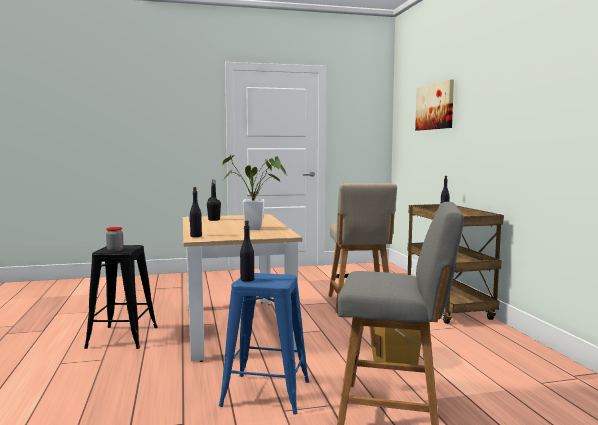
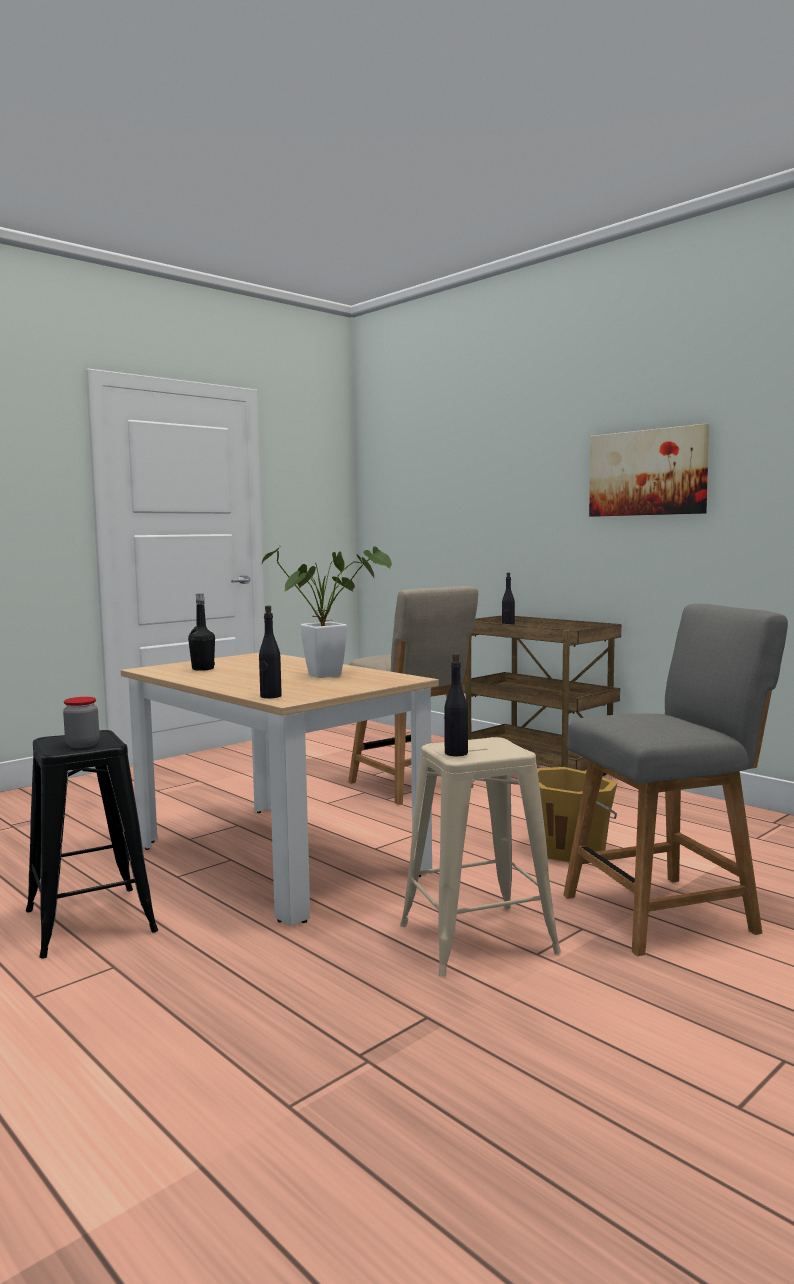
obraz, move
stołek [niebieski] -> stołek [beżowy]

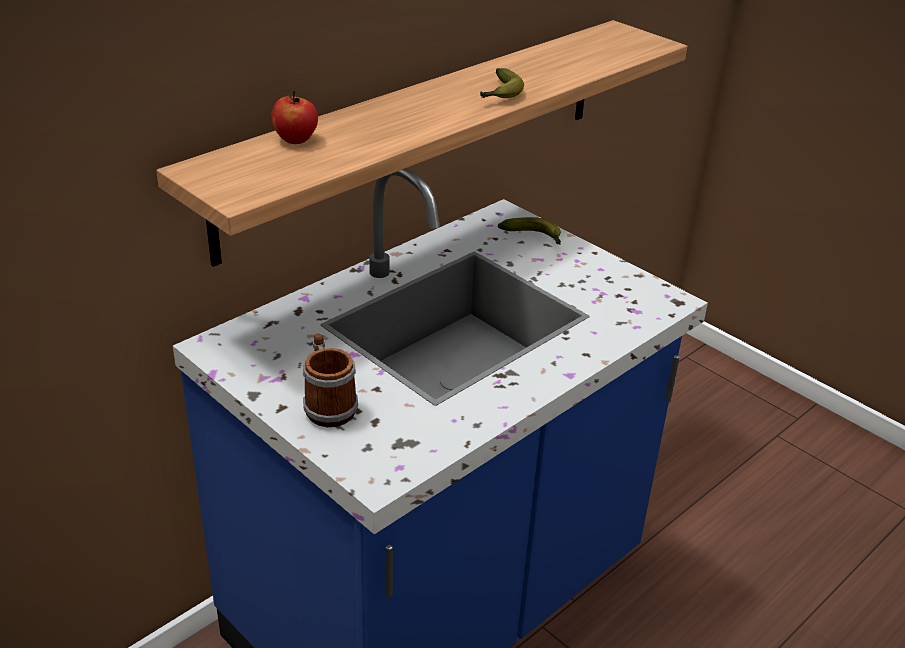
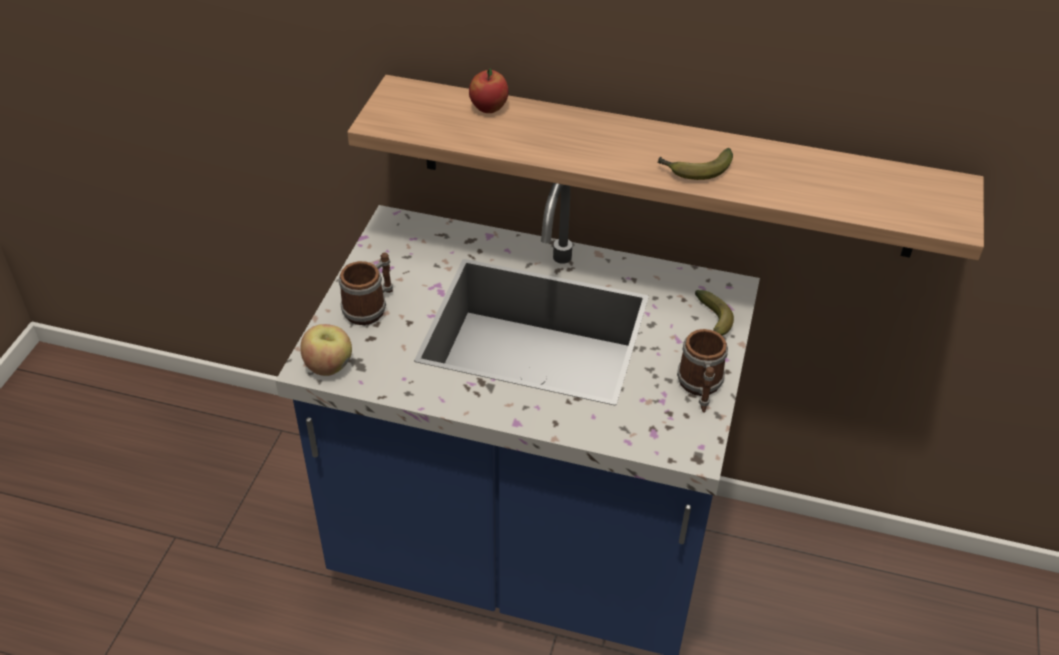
none -> jabłko (1st from left)
none -> kubek (2nd from left)

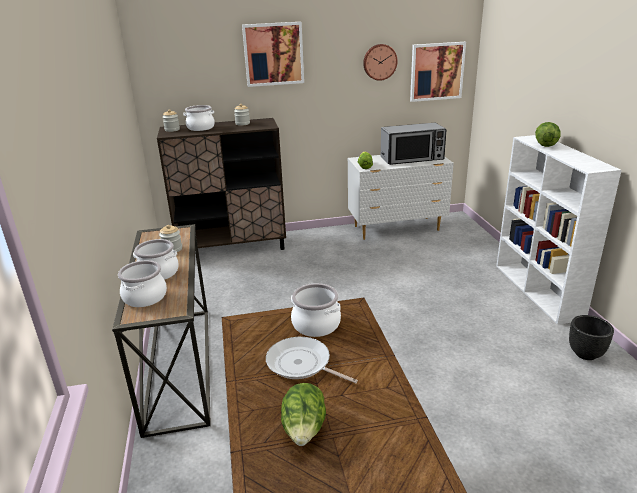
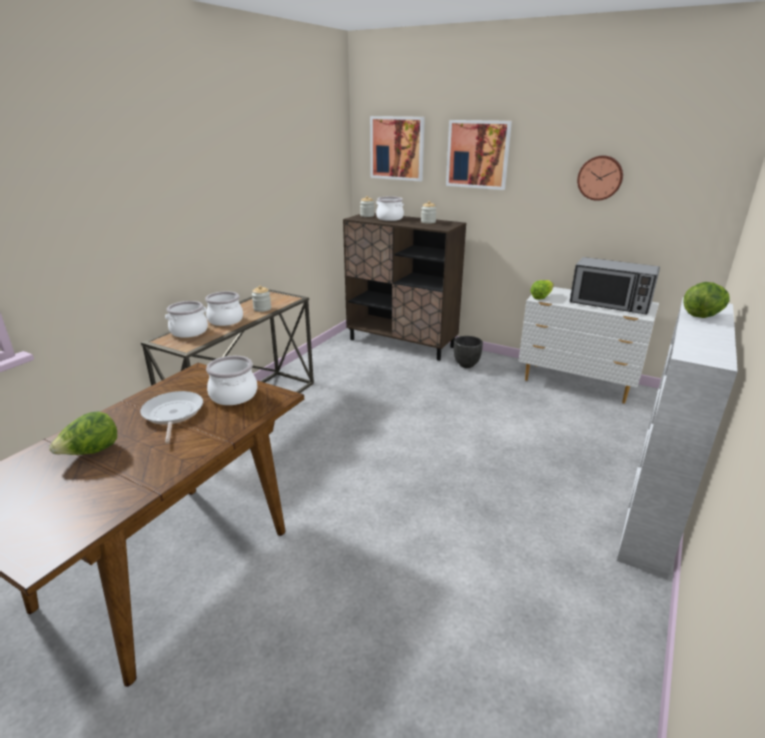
obraz (2nd from left in the first image) -> obraz (1st from left), move
donica [czarny], move

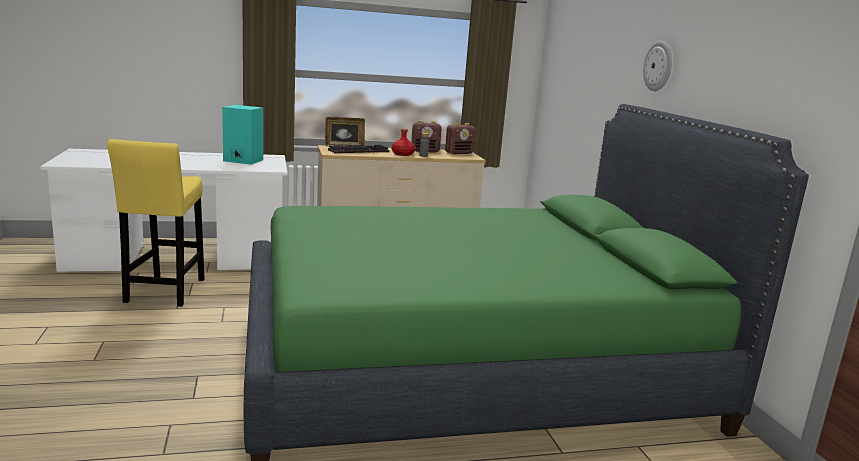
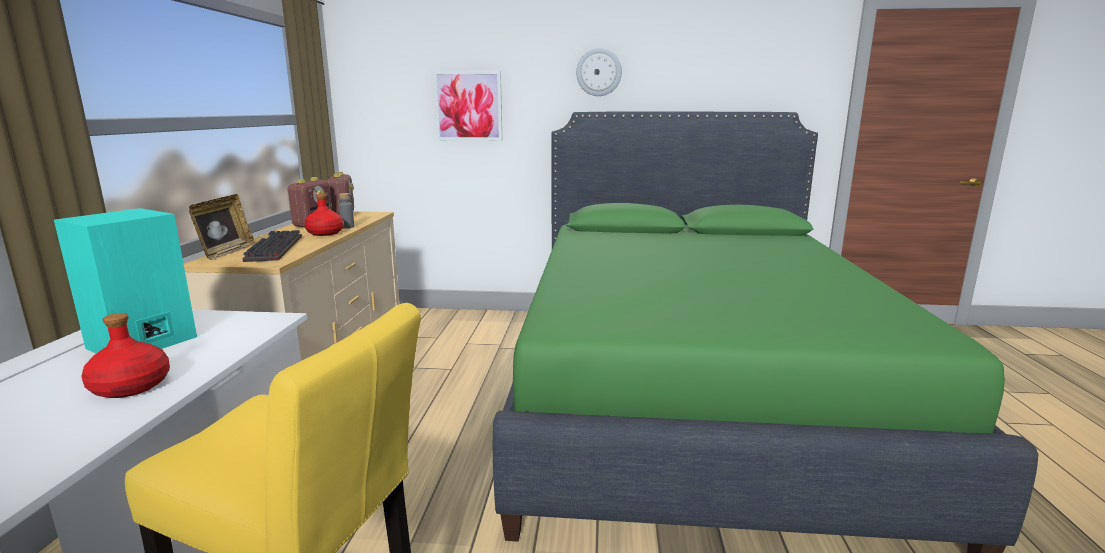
none -> butelka [czerwony] (1st from left)
none -> obraz

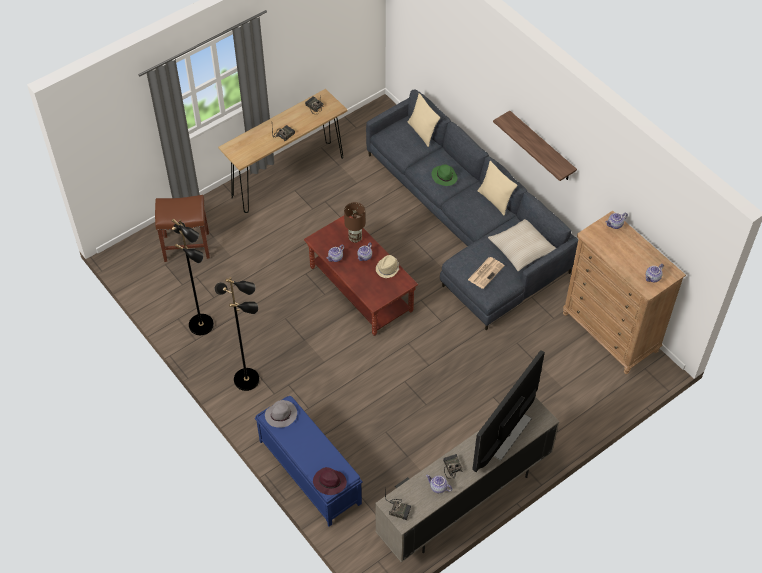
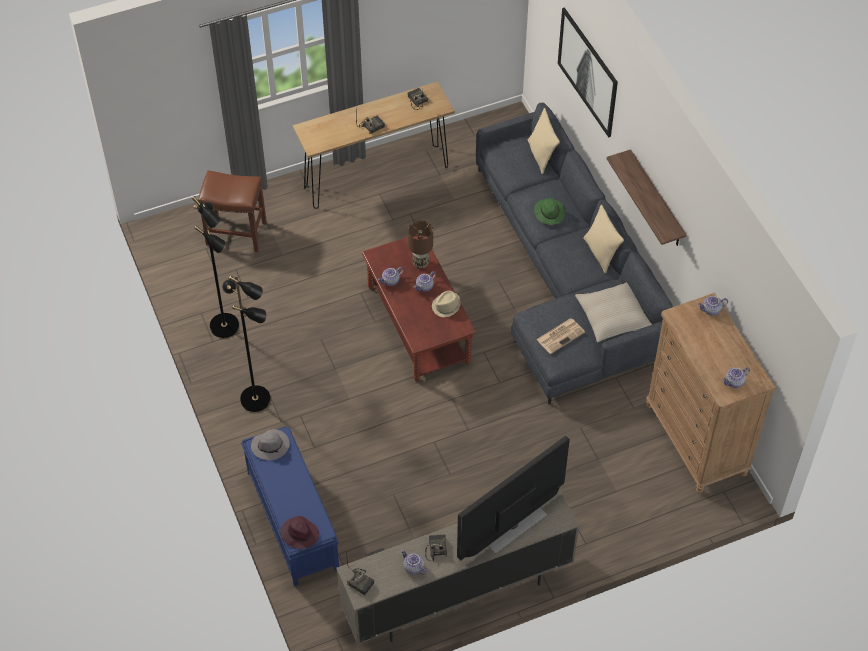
none -> obraz

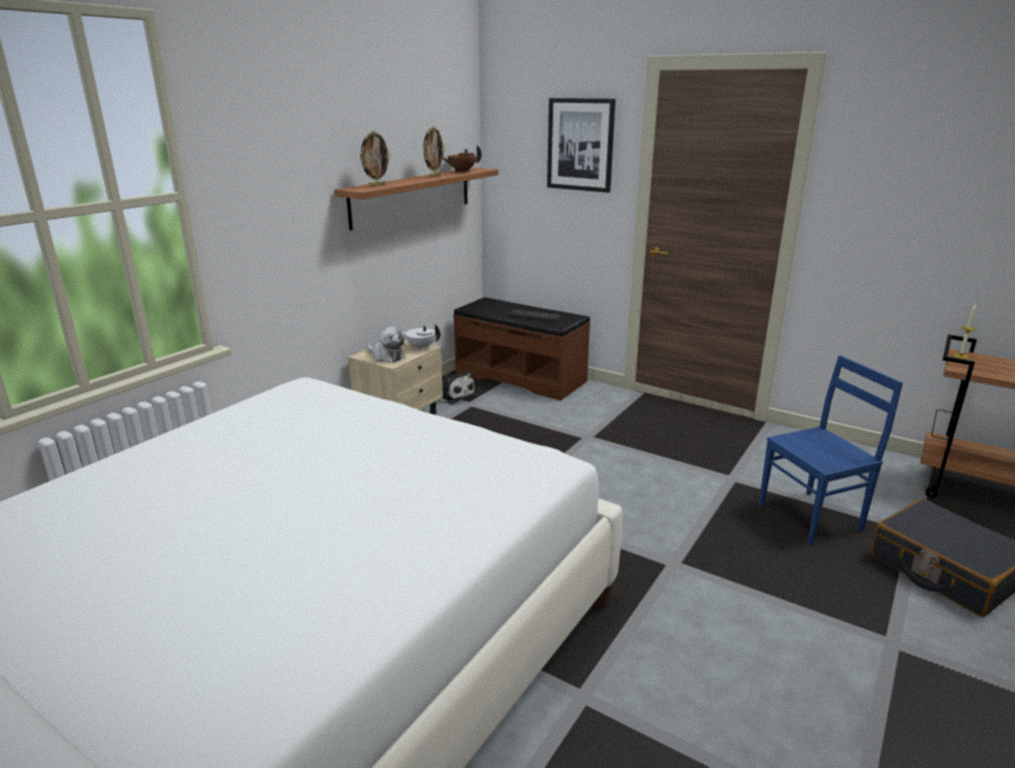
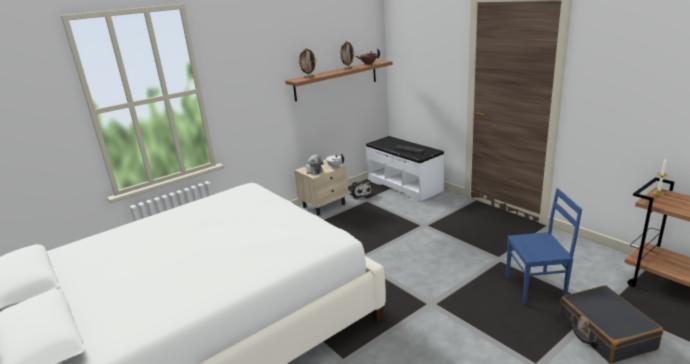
obraz -> none
ławka [brązowy] -> ławka [biały]

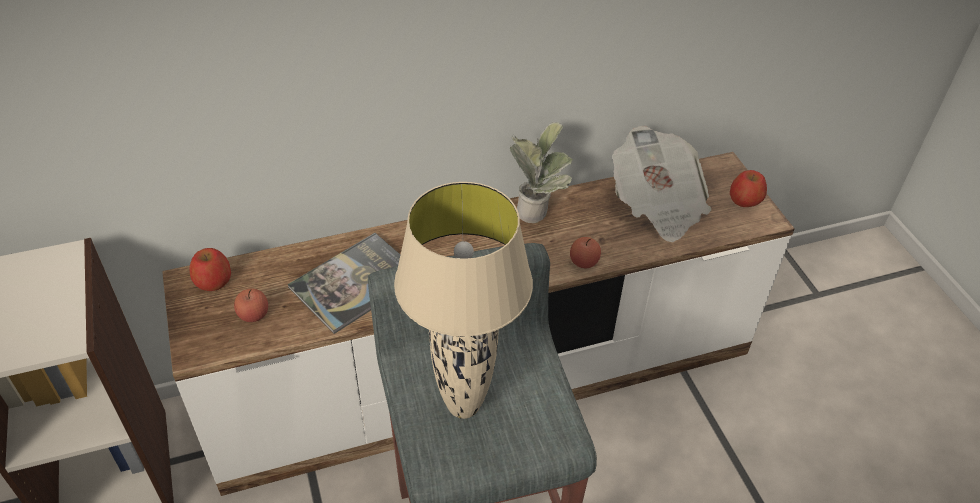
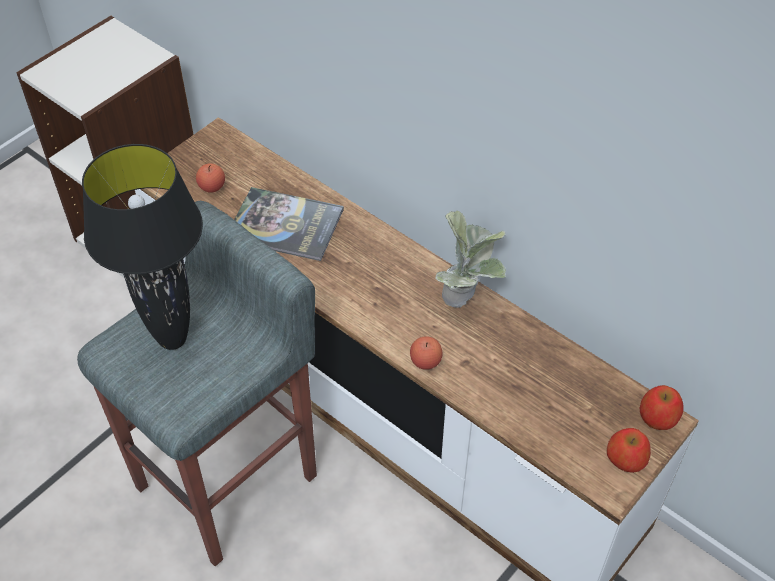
gazeta -> none
jabłko (1st from left in the first image) -> jabłko (4th from left), move
lampa stołowa [beżowy] -> lampa stołowa [czarny]

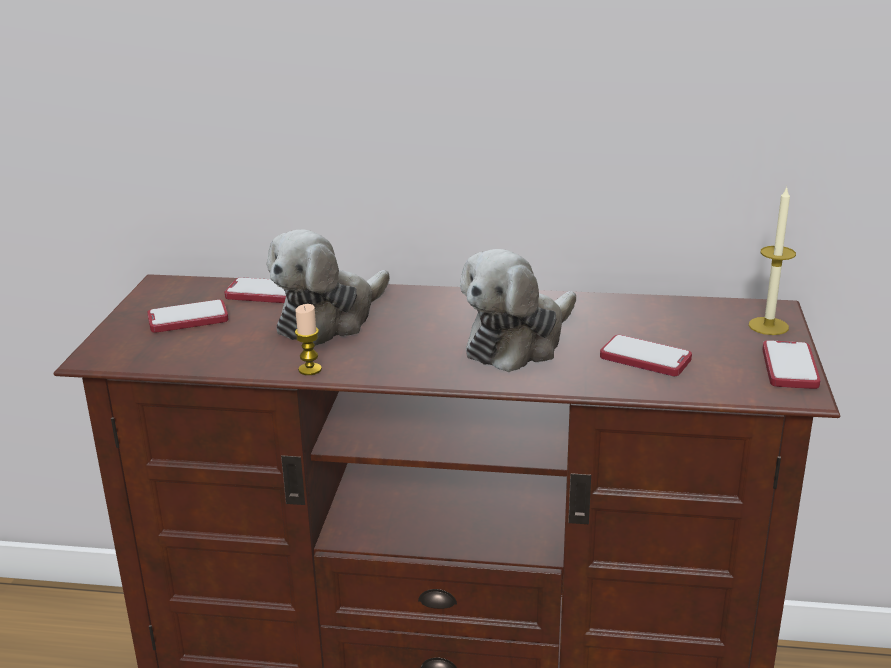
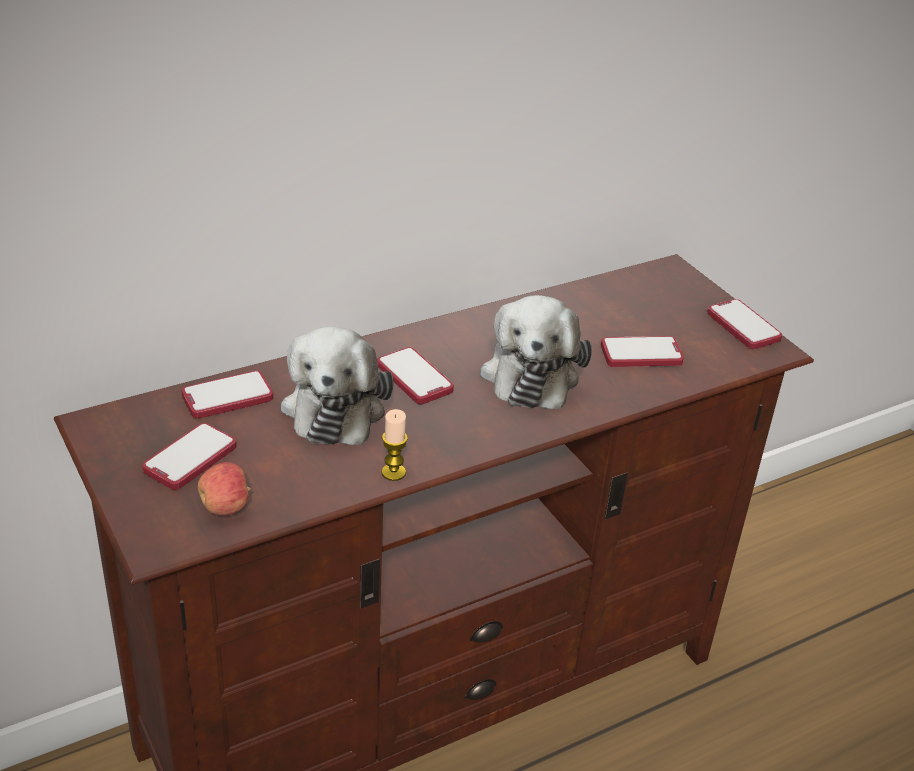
świeca (2nd from left) -> none
none -> jabłko
none -> telefon (3rd from left)

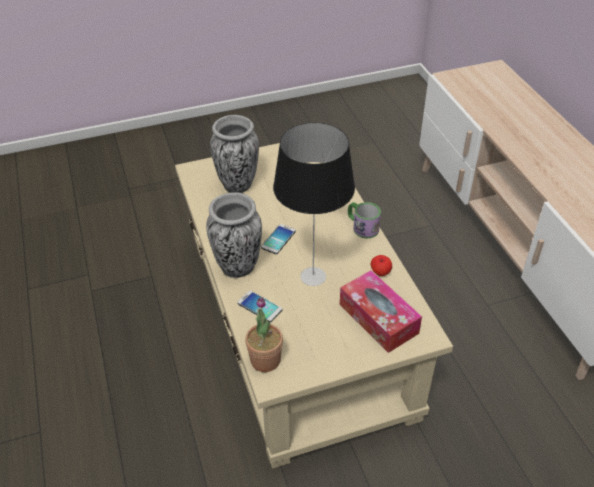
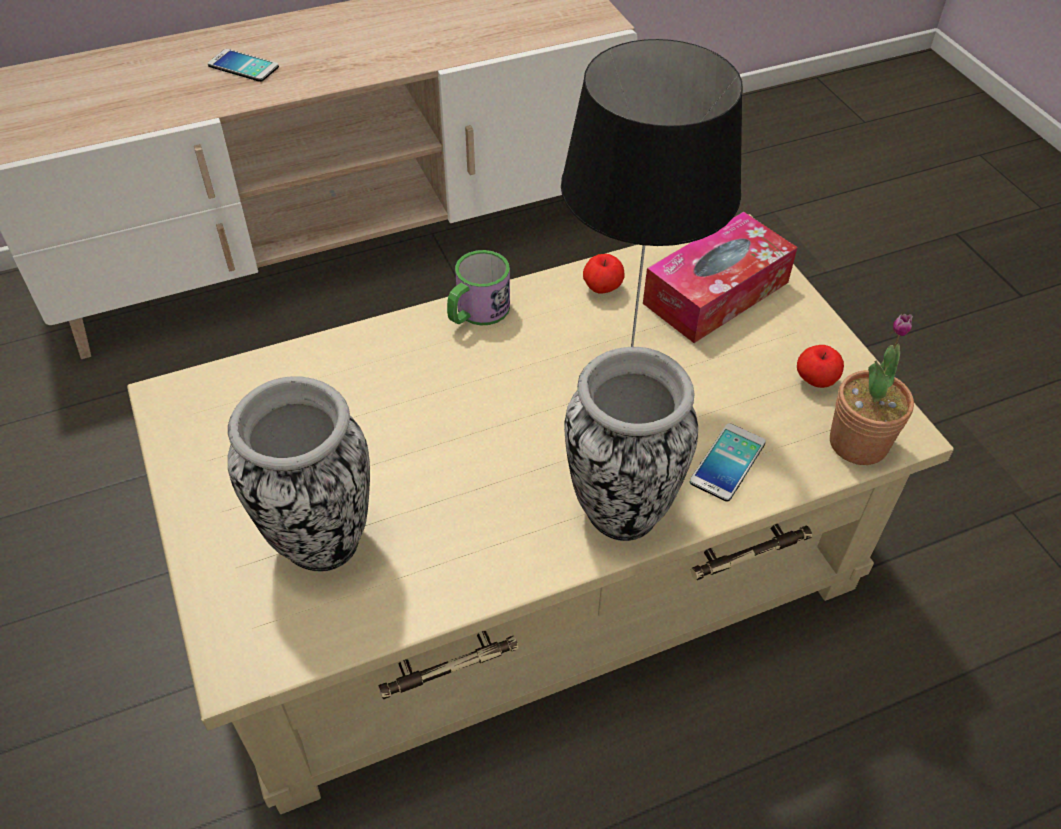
none -> jabłko (2nd from left)
telefon (2nd from left in the first image) -> telefon (1st from left), move

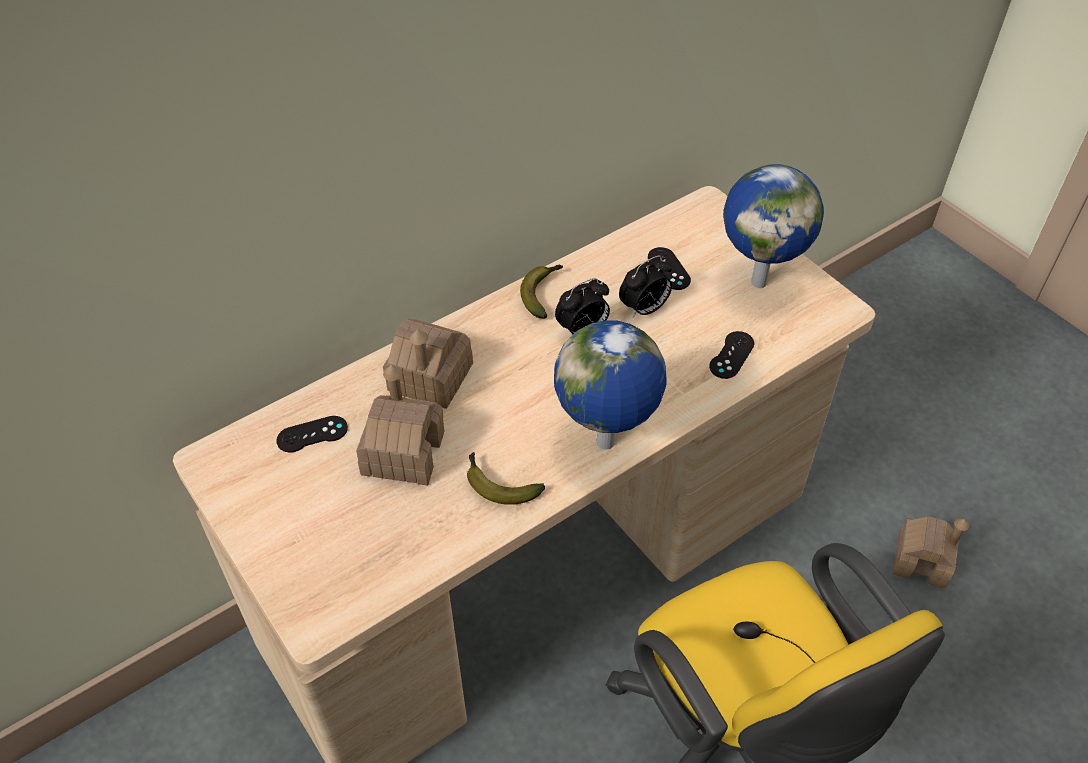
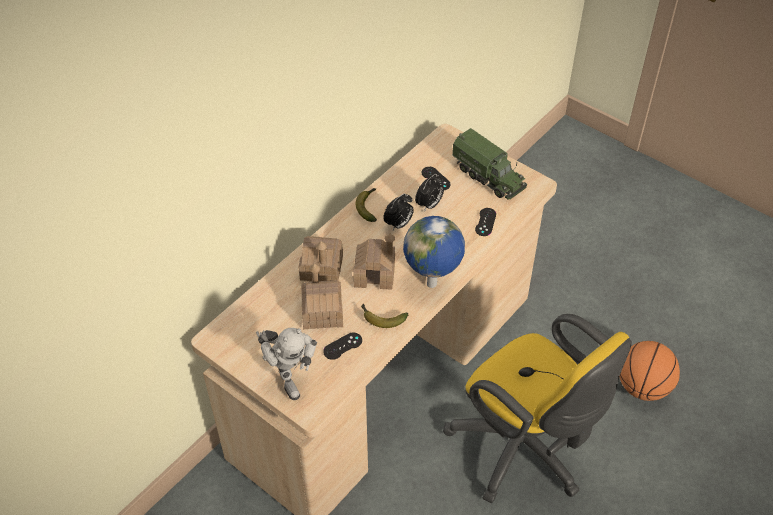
none -> robot zabawkowy
none -> piłka do koszykówki
pad do gier [czarny] (1st from left), move
domek (3rd from left), move
globus (2nd from left) -> ciężarówka zabawkowa

